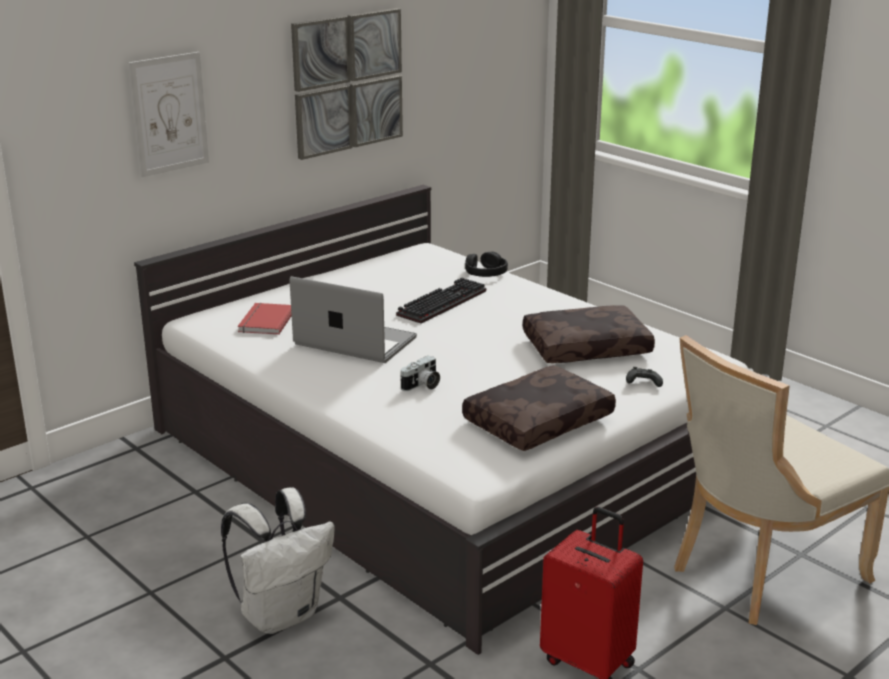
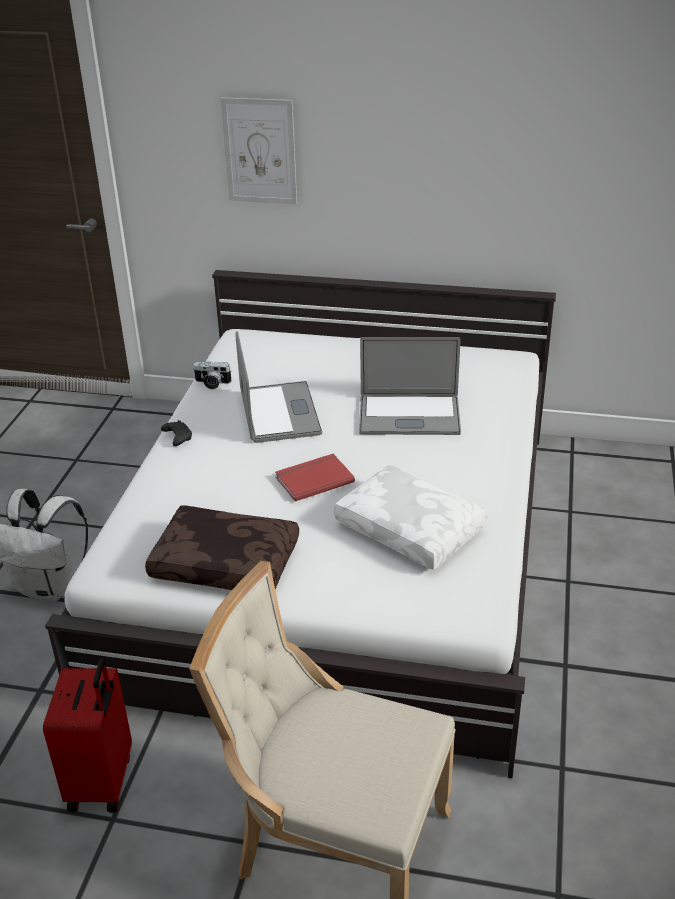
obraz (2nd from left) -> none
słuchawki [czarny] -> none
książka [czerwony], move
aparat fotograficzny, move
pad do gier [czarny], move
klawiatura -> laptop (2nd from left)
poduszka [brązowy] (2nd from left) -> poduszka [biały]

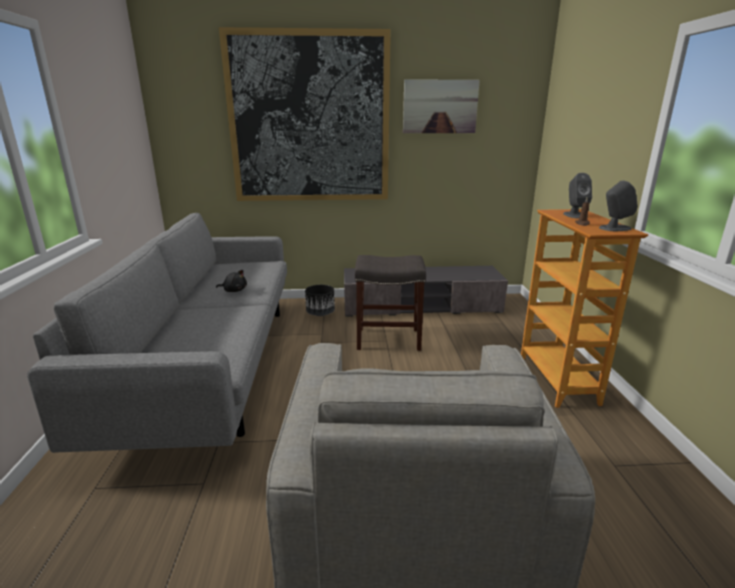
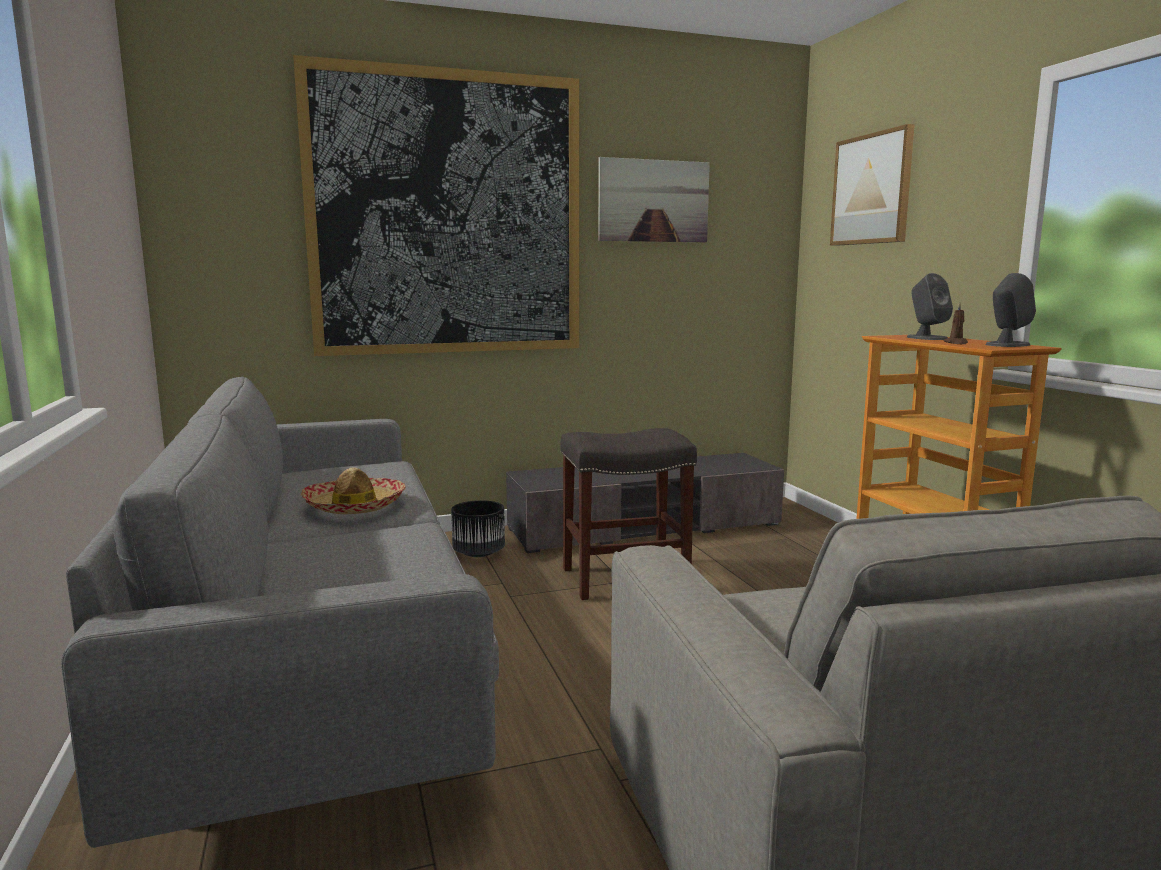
none -> obraz (3rd from left)
pluszak [czarny] -> kapelusz

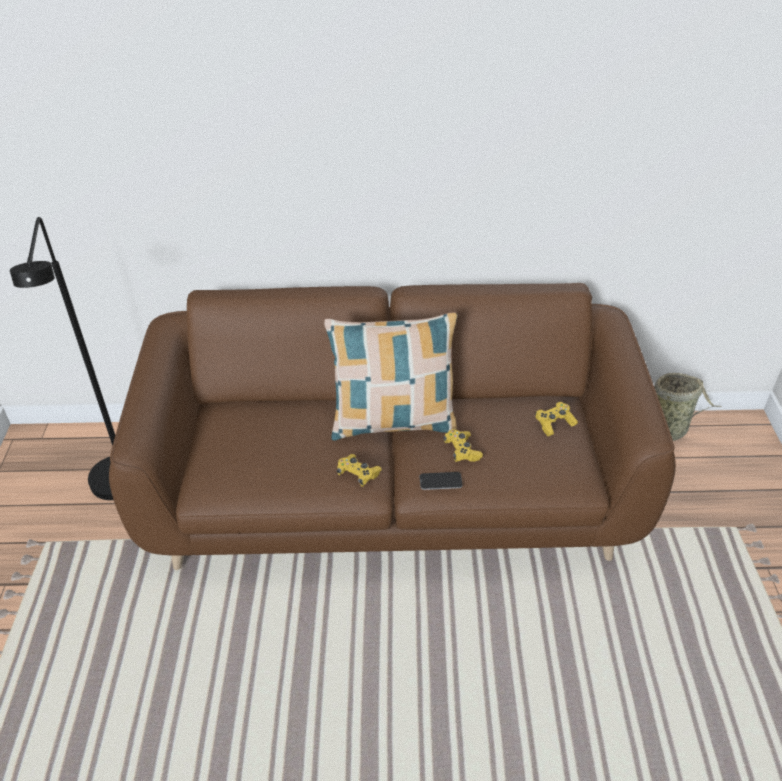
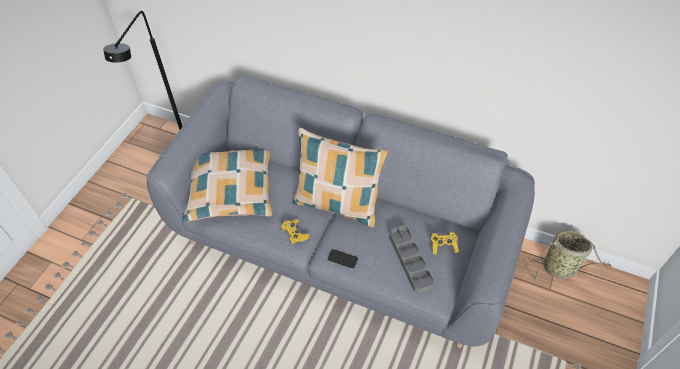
pad do gier [żółty] (2nd from left) -> none
none -> poduszka (1st from left)
none -> taca [szary]
kanapa [brązowy] -> kanapa [szary]

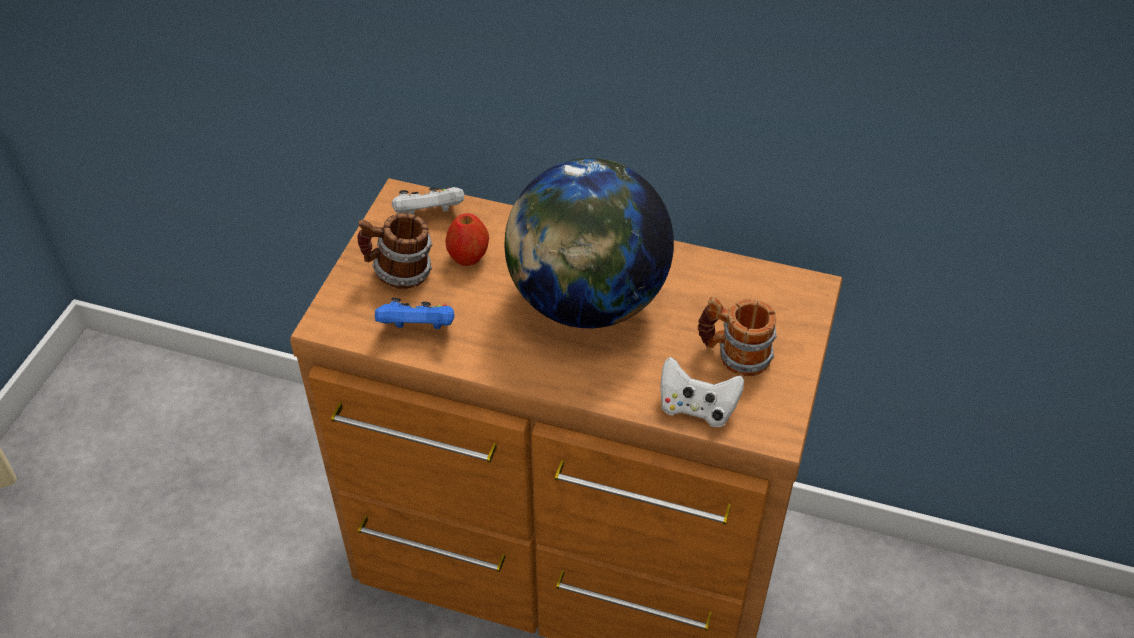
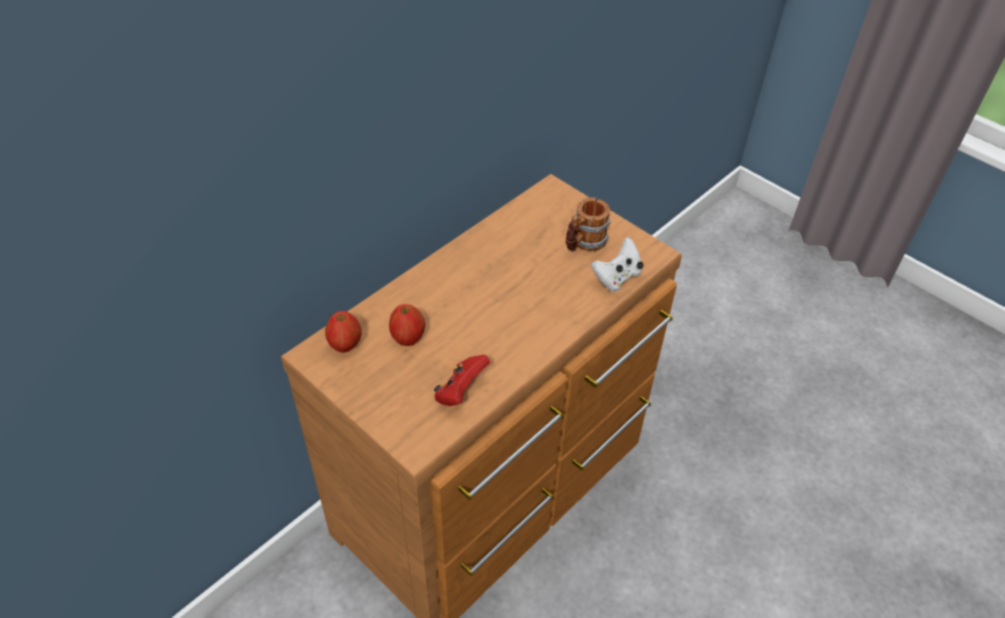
kubek (1st from left) -> none
globus -> none
pad do gier [biały] (1st from left) -> jabłko (1st from left)
pad do gier [niebieski] -> pad do gier [czerwony]

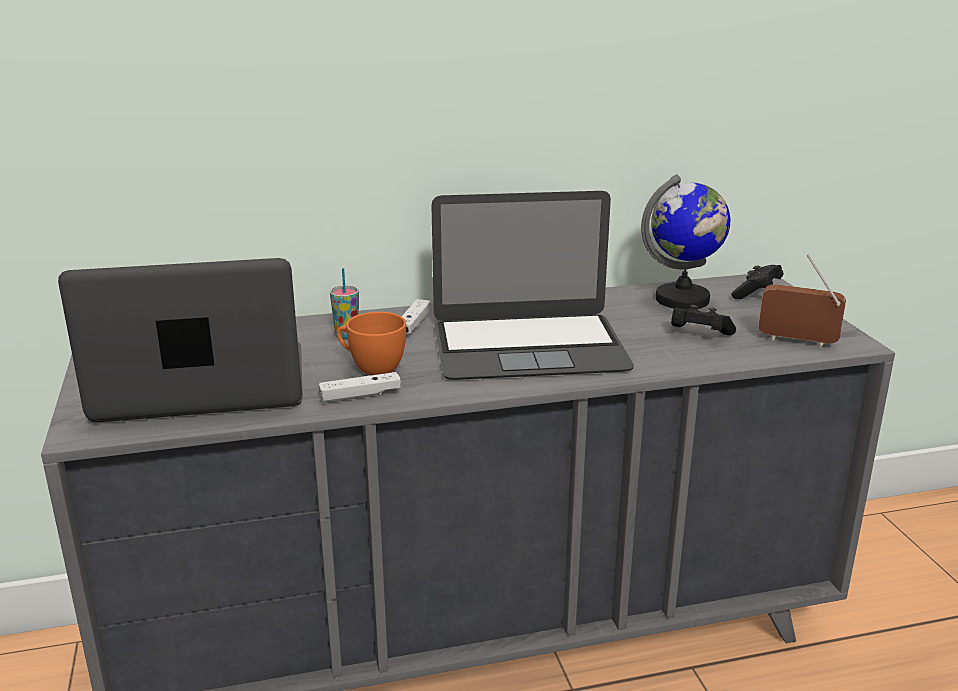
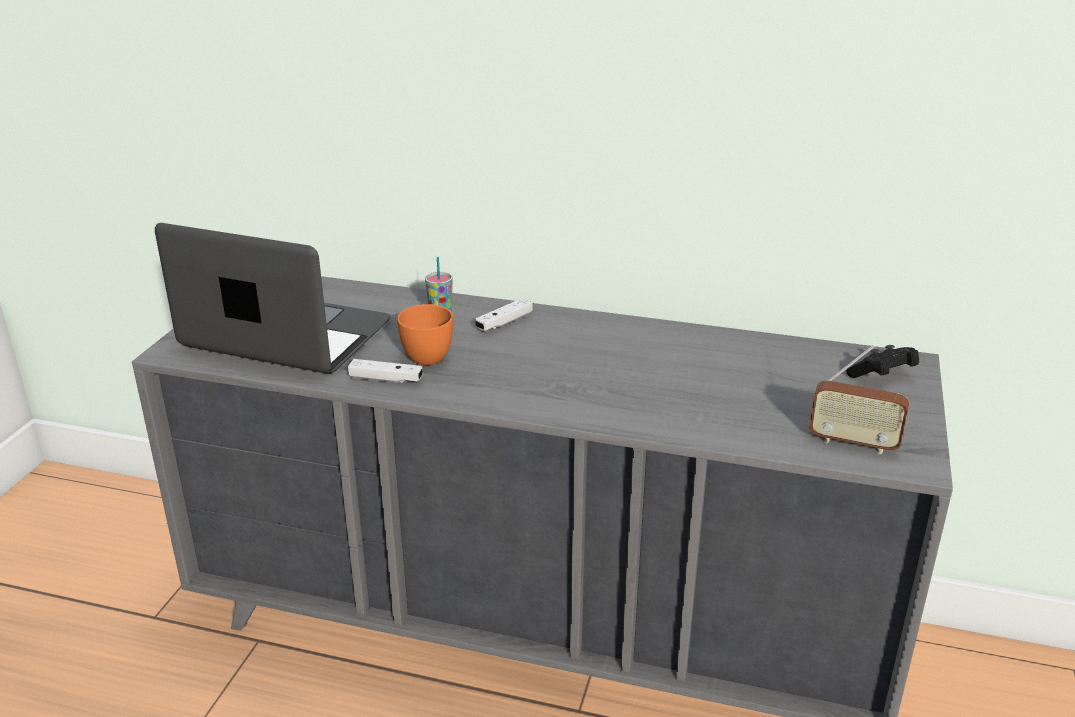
laptop (2nd from left) -> none
globus -> none
pad do gier [czarny] (1st from left) -> none
radio, 150 degrees clockwise

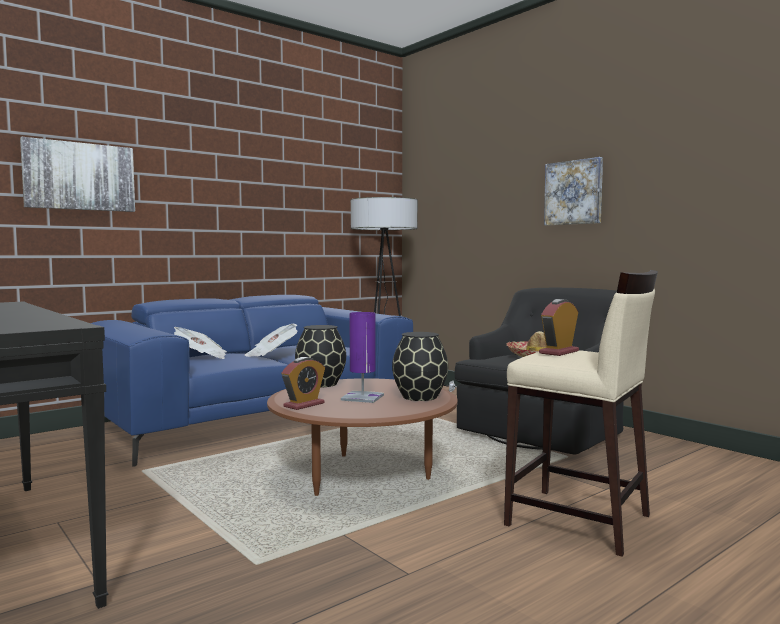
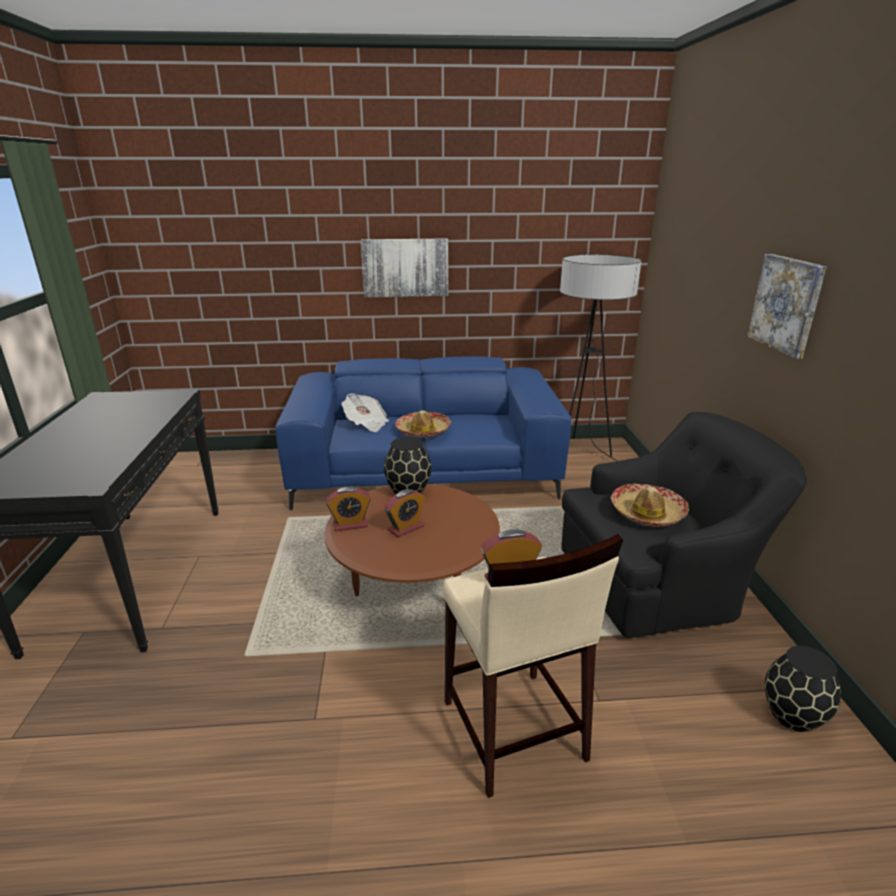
obraz (1st from left), move
wazon [czarny] (2nd from left), move
gazeta (2nd from left) -> kapelusz (1st from left)
lampa stołowa [fioletowy] -> budzik (2nd from left)

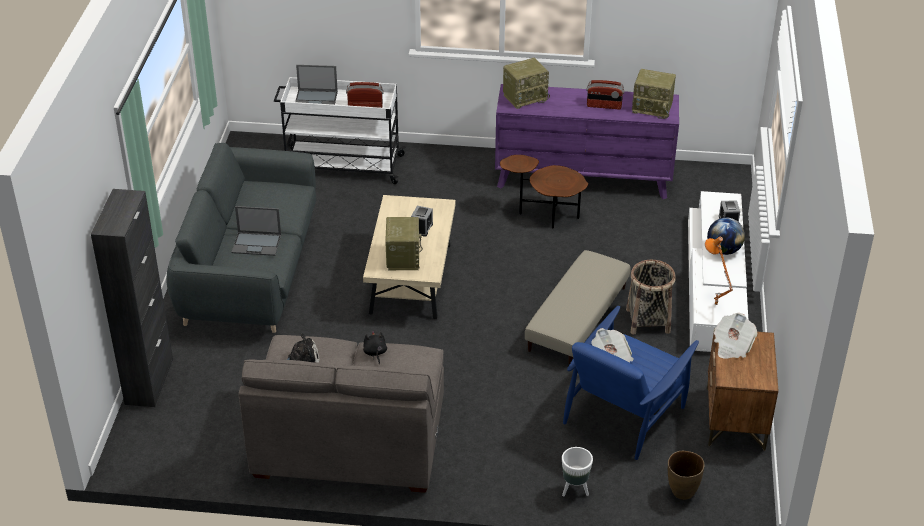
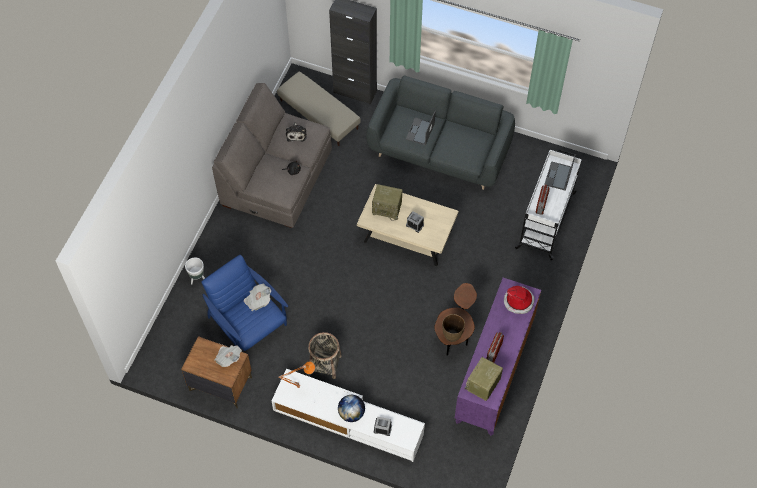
pufa [beżowy], move
wazon [brązowy], move
radio (3rd from left) -> kapelusz

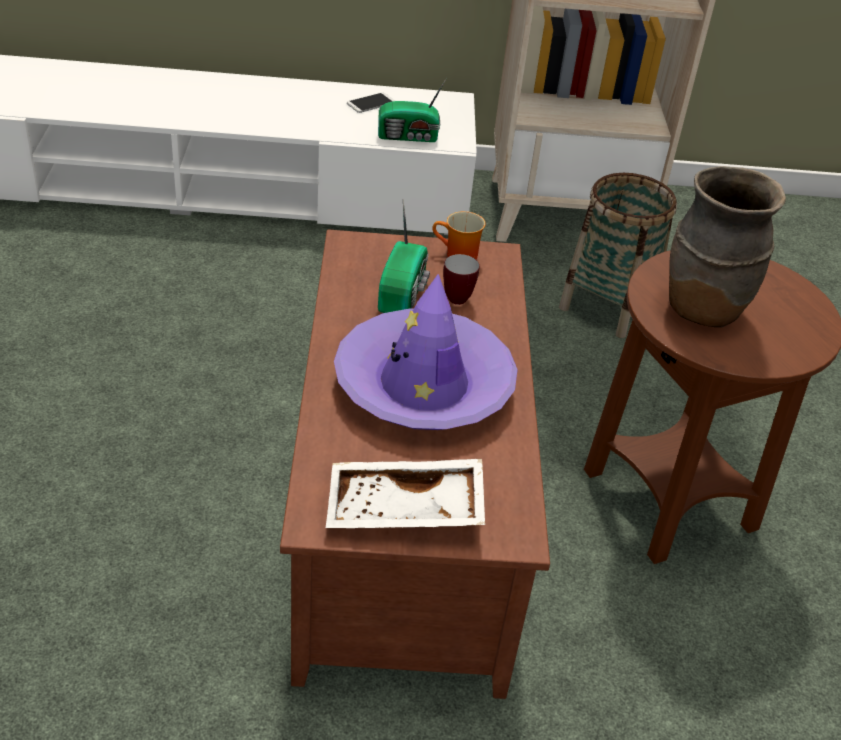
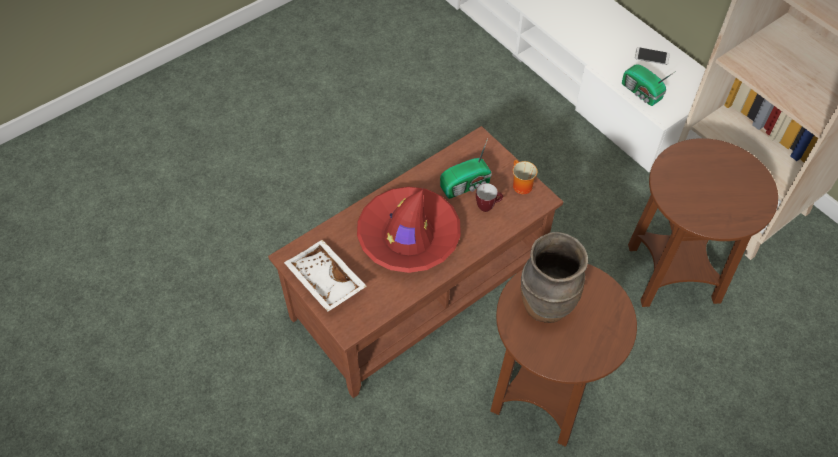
koszyk -> stolik [brązowy] (2nd from left)
kapelusz [fioletowy] -> kapelusz [czerwony]

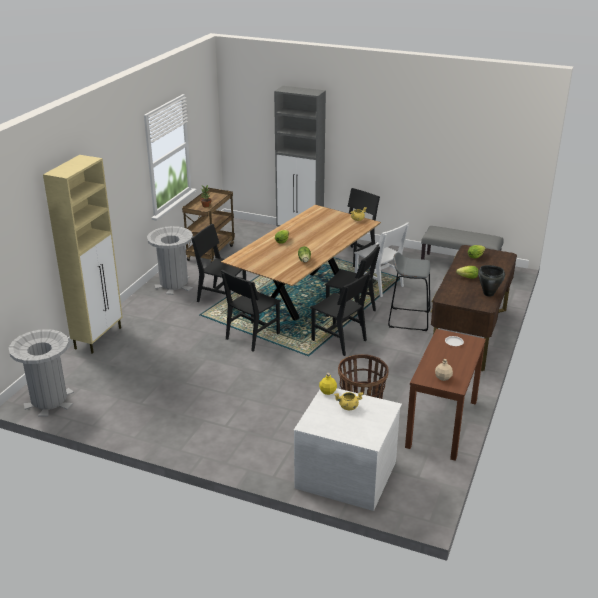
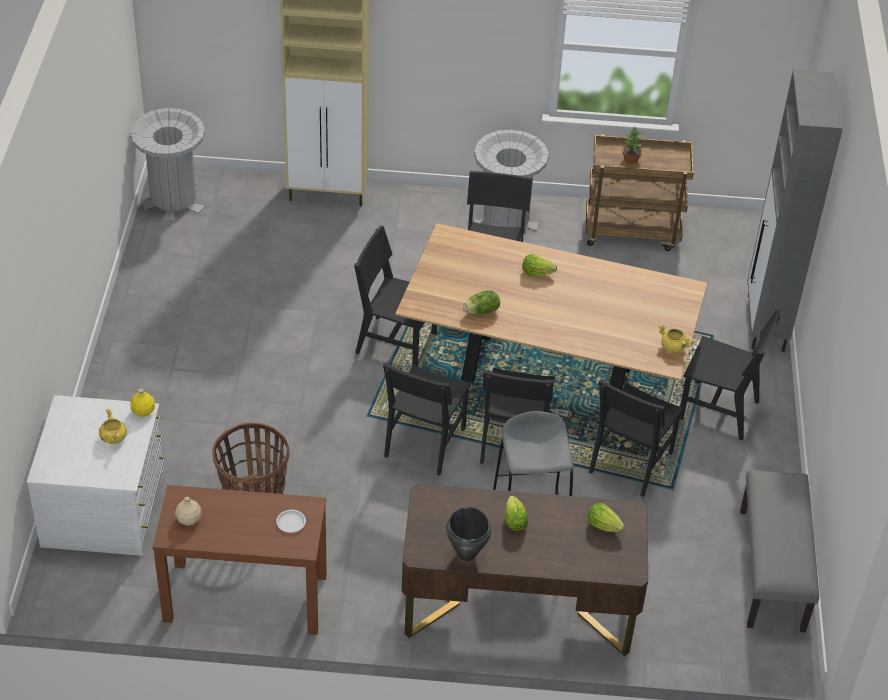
krzesło [biały] -> krzesło [czarny] (5th from left)

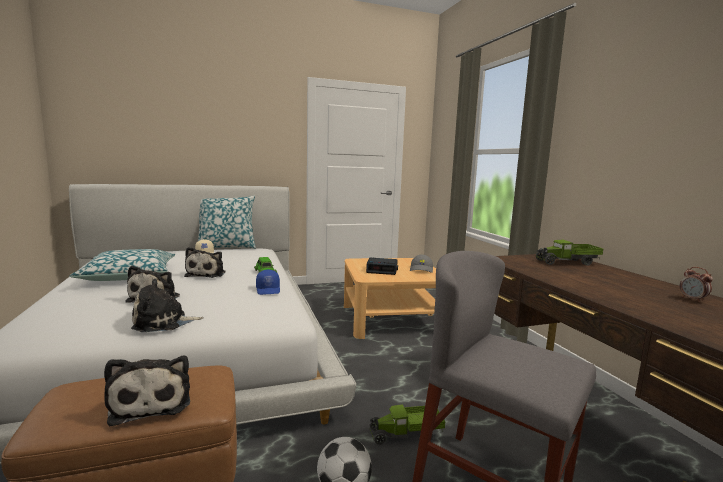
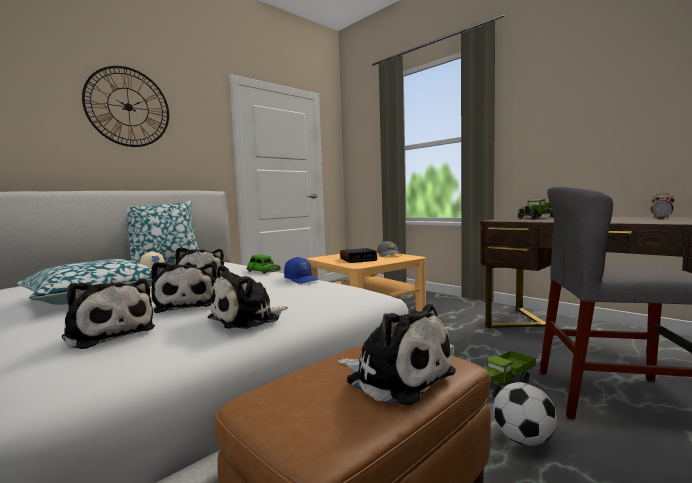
none -> pluszak (1st from left)
none -> zegar ścienny

